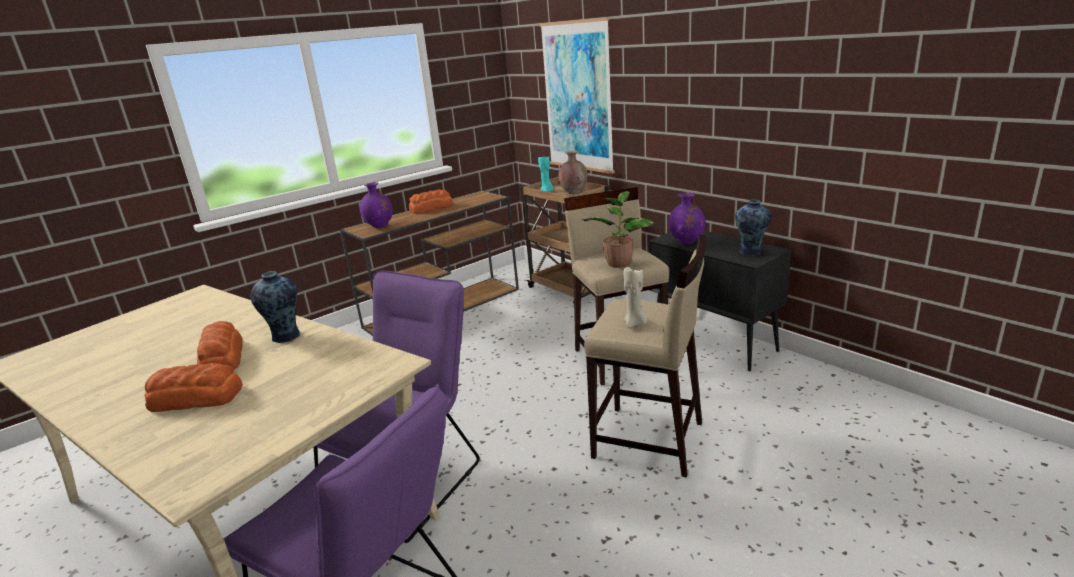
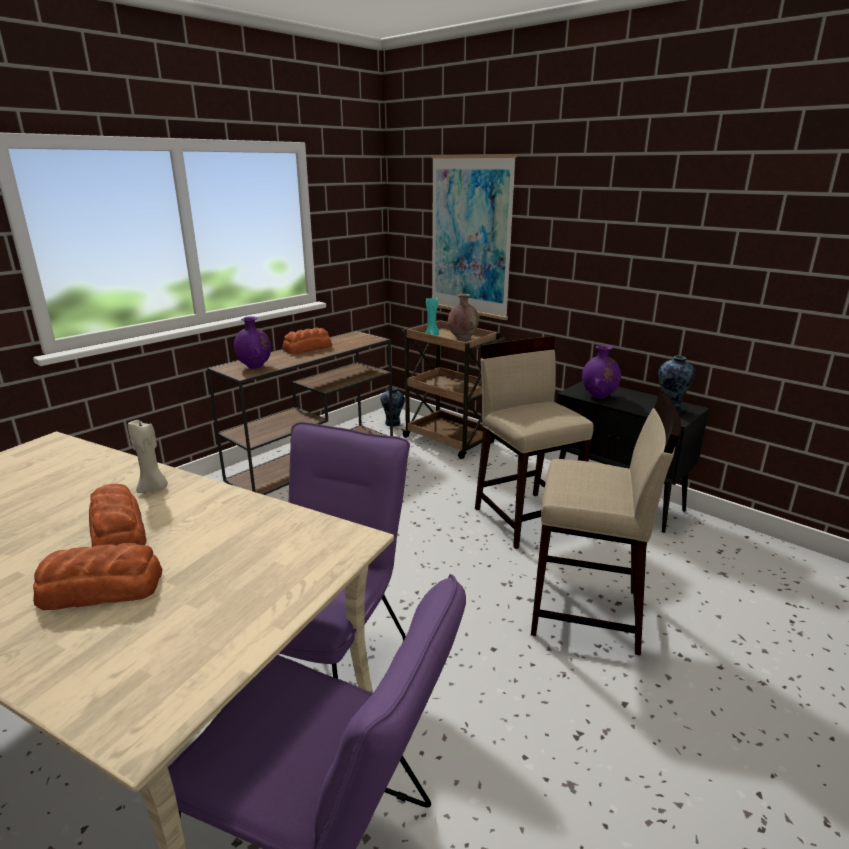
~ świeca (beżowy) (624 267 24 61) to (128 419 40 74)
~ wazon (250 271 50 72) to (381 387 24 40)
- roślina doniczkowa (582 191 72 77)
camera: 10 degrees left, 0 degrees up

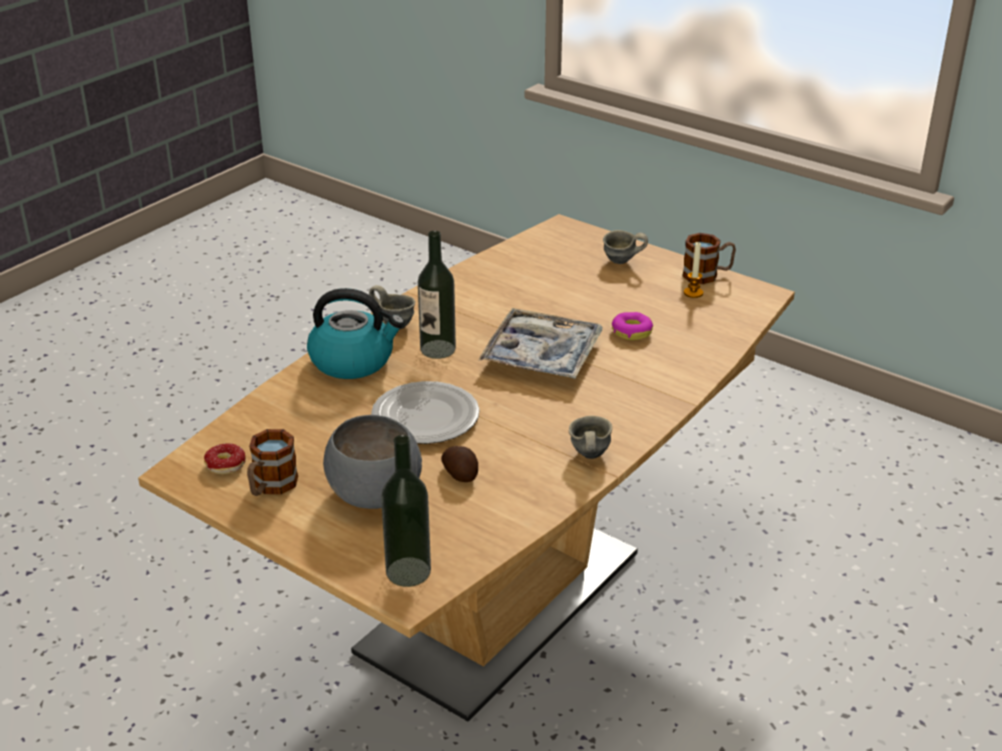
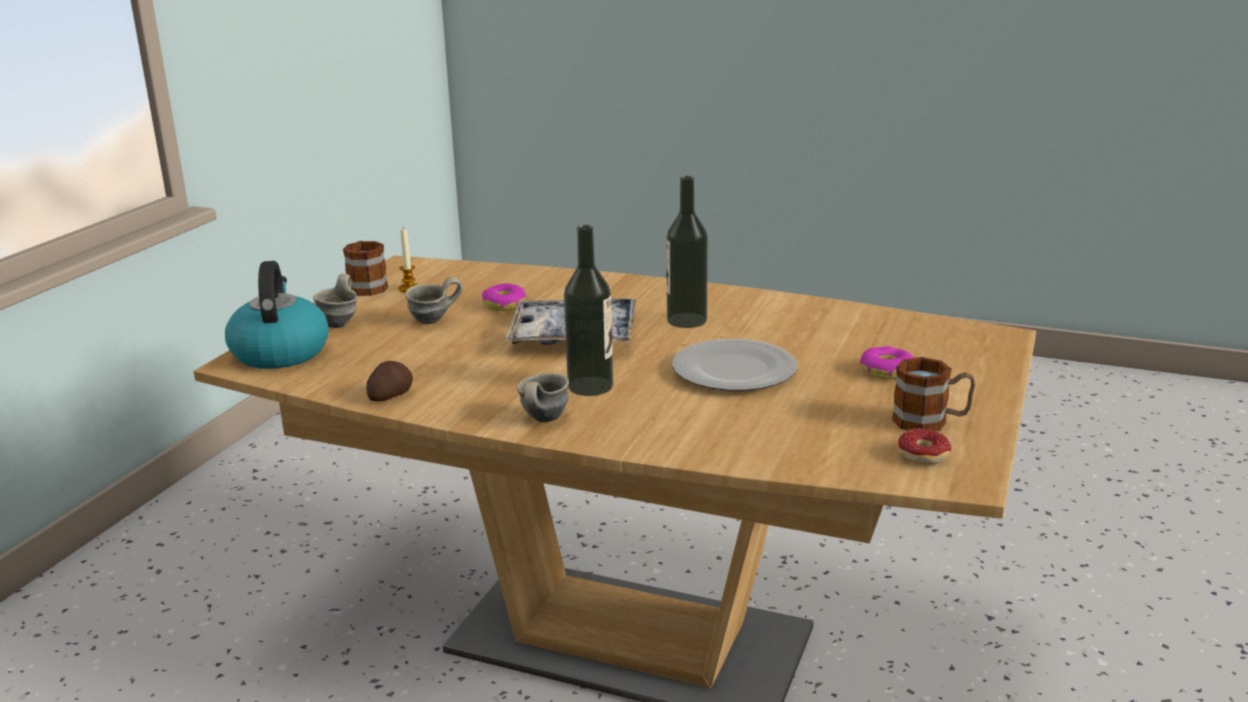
~ czajnik (307 288 97 91) to (225 261 104 108)
~ ziemniak (441 446 37 36) to (367 361 46 41)
~ kubek (szary) (569 416 43 43) to (405 277 58 47)
~ butelka (381 435 50 152) to (666 176 42 152)
~ miska (szary) (323 415 99 94) to donut (860 346 54 33)
camera: 105 degrees left, 10 degrees down

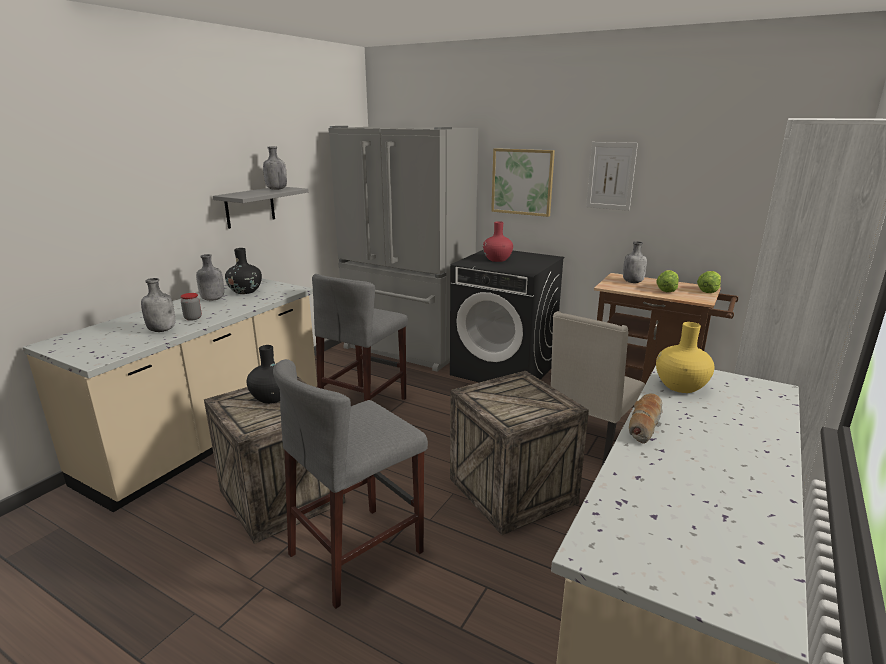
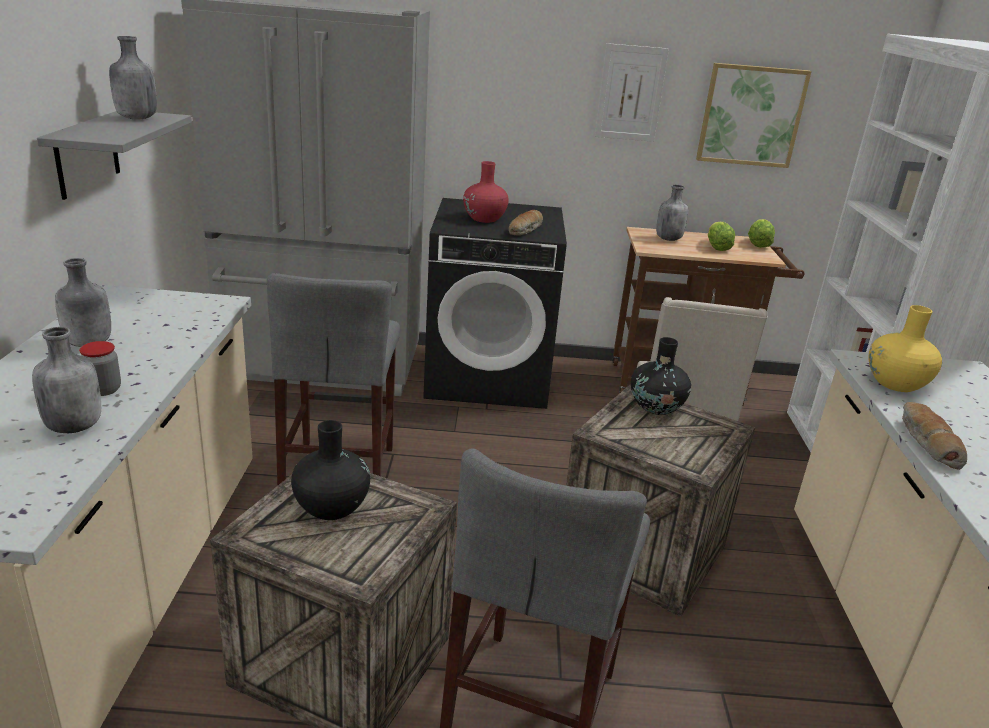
+ chleb (509 210 34 26)
~ wazon (czarny) (225 248 37 46) to (631 337 60 78)
~ obraz (491 148 64 69) to (696 63 116 105)
camera: 30 degrees left, 5 degrees up

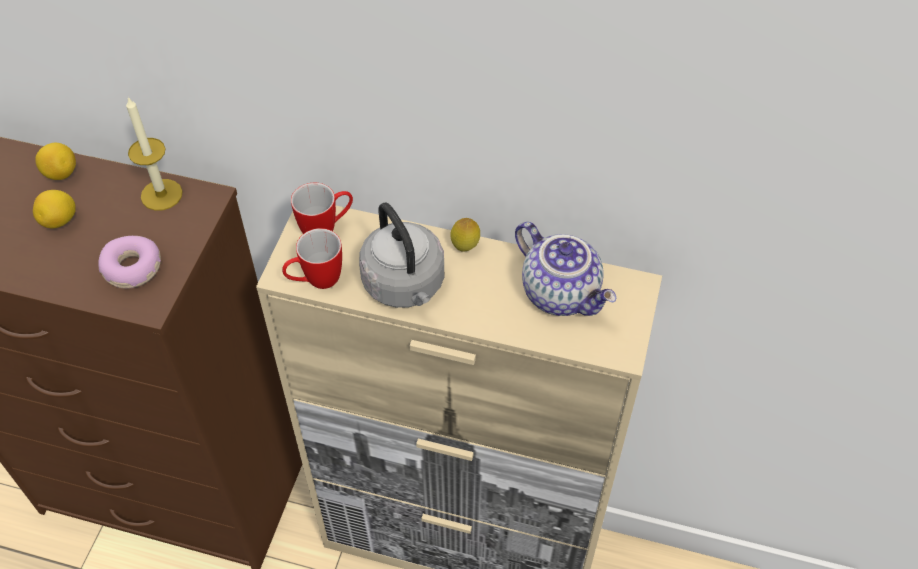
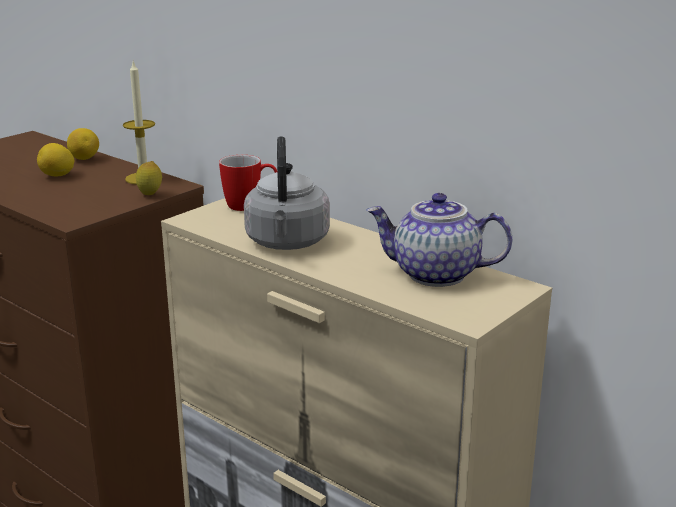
~ cytryna (450 218 30 34) to (136 161 26 34)
~ imbryk (515 222 101 94) = (366 193 146 94) 120 degrees clockwise
- donut (98 236 63 53)
- kubek (282 228 60 61)
camera: 25 degrees right, 30 degrees down

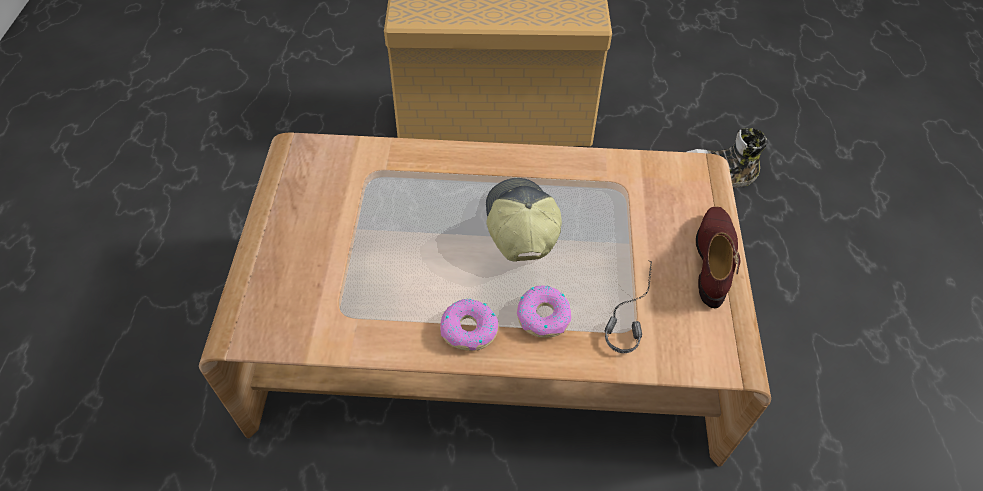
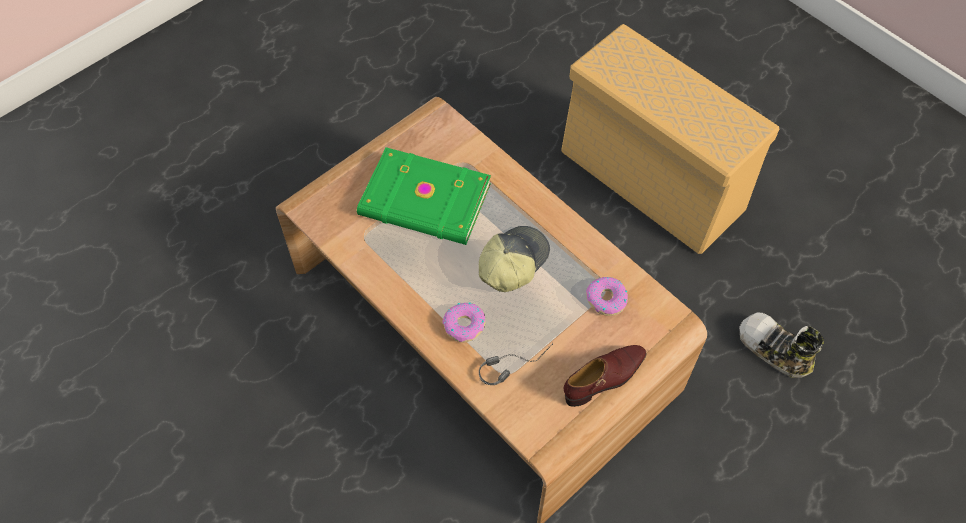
+ książka (zielony) (357 147 134 98)
~ donut (440 299 59 52) to (586 277 42 39)
camera: 45 degrees right, 5 degrees up

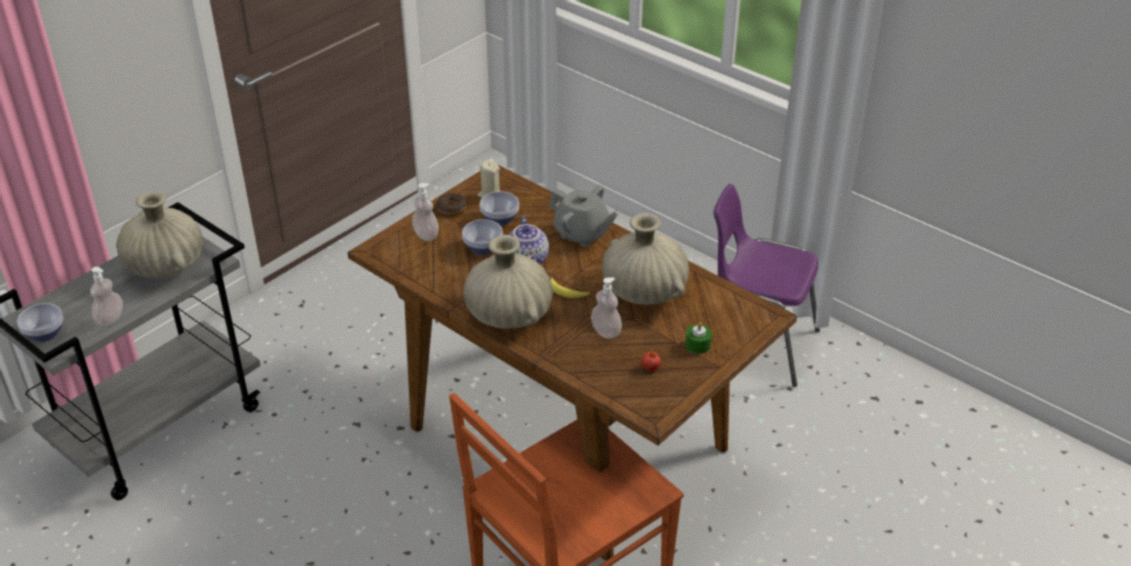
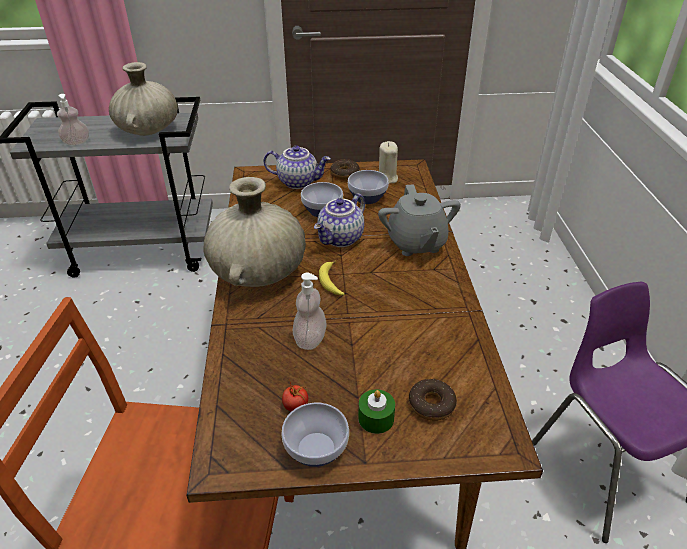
~ dozownik mydła (412 183 27 58) to imbryk (264 145 67 44)
~ miska (17 303 47 39) to (281 403 68 64)
+ donut (409 379 48 42)
- wazon (beżowy) (602 213 87 92)
camera: 45 degrees right, 0 degrees up

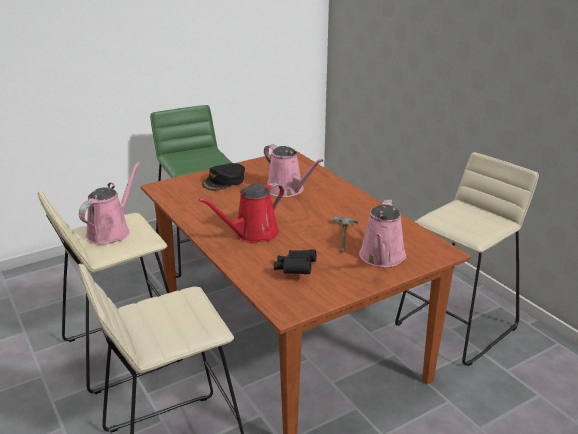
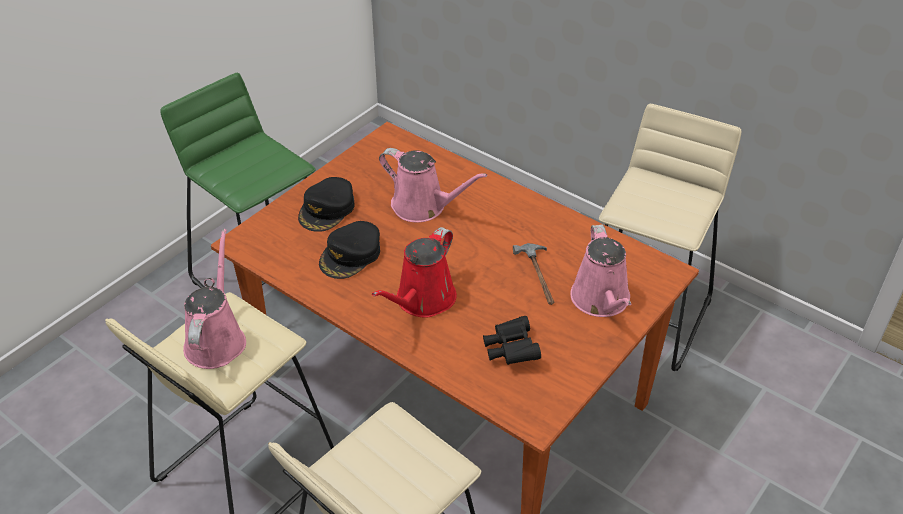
+ czapka z daszkiem (czarny) (319 221 61 58)
camera: 20 degrees left, 15 degrees up

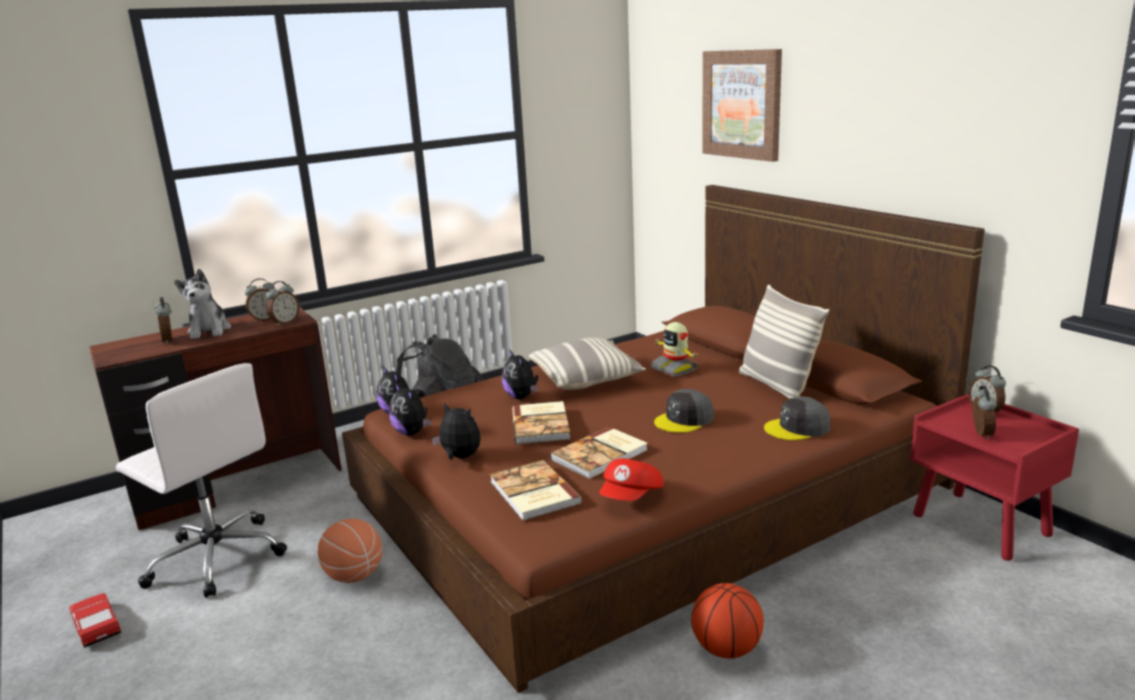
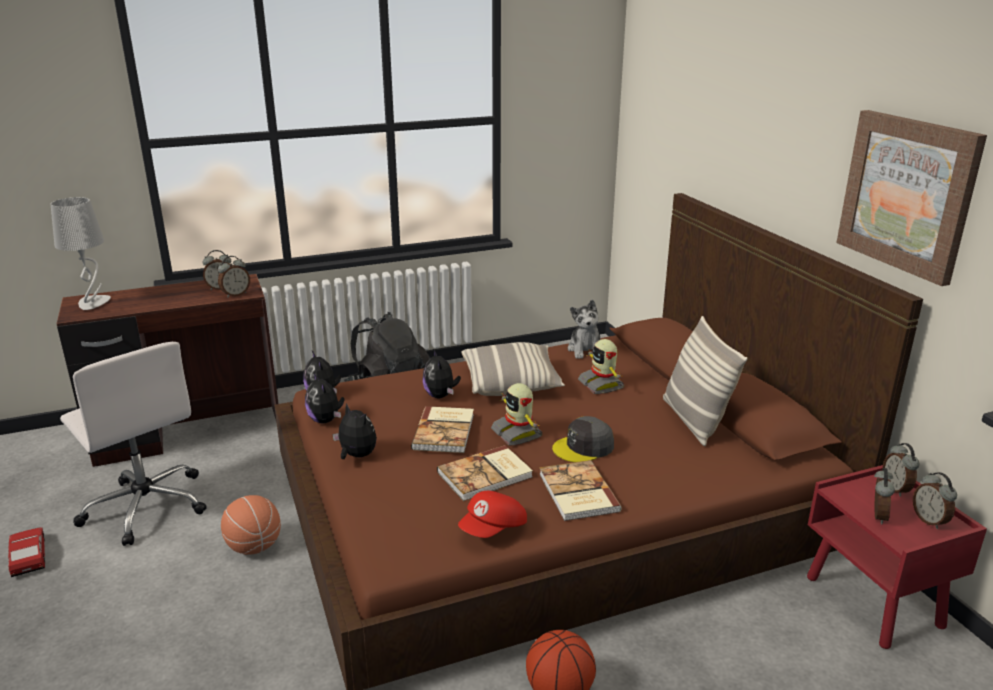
+ lampa stołowa (szary) (51 197 60 113)
+ robot zabawkowy (491 383 51 62)
~ książka (490 460 92 61) to (539 460 83 61)
~ pluszak (174 269 57 70) to (568 299 33 60)
~ obraz (702 49 80 113) to (836 110 151 176)
~ budzik (154 297 18 47) to (913 472 44 57)
- czapka z daszkiem (szary) (764 396 66 45)
camera: 10 degrees right, 5 degrees up

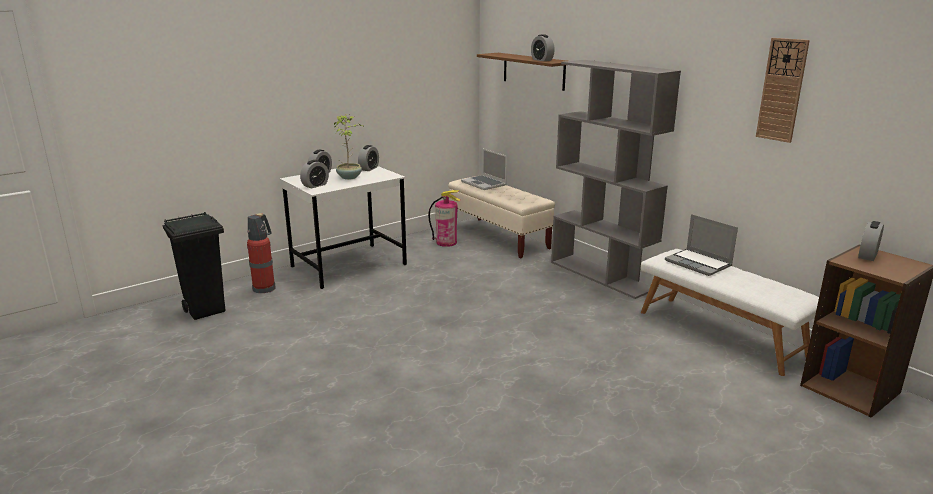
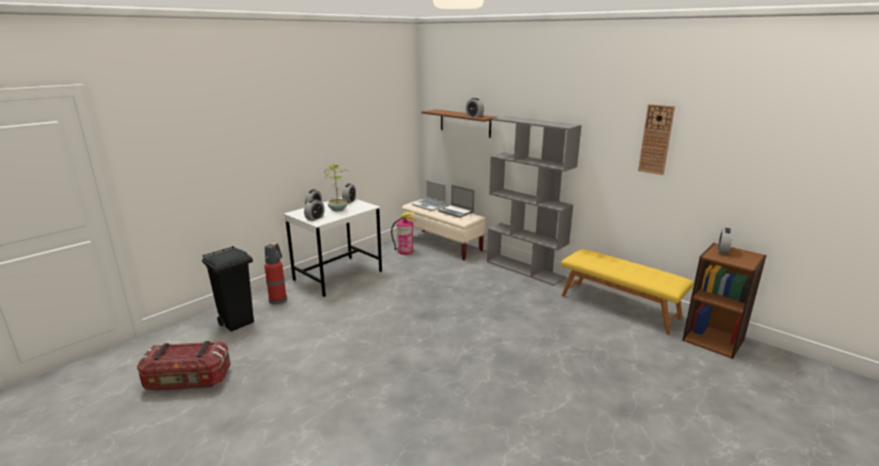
+ pojemnik do przechowywania (137 341 93 50)
~ laptop (665 214 73 62) to (438 185 36 33)
~ ławka (biały) (641 249 178 127) to ławka (żółty) (561 249 132 86)
camera: 10 degrees left, 0 degrees up

